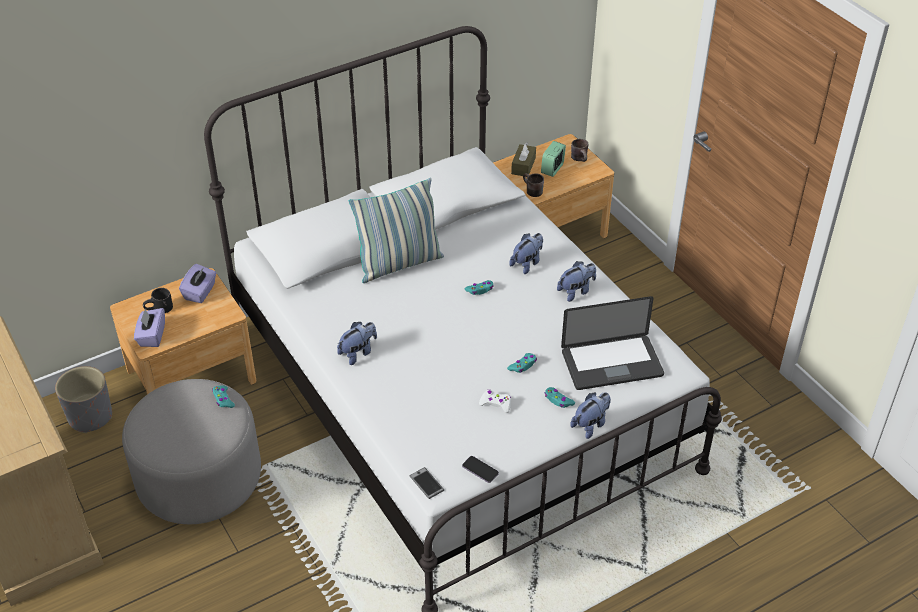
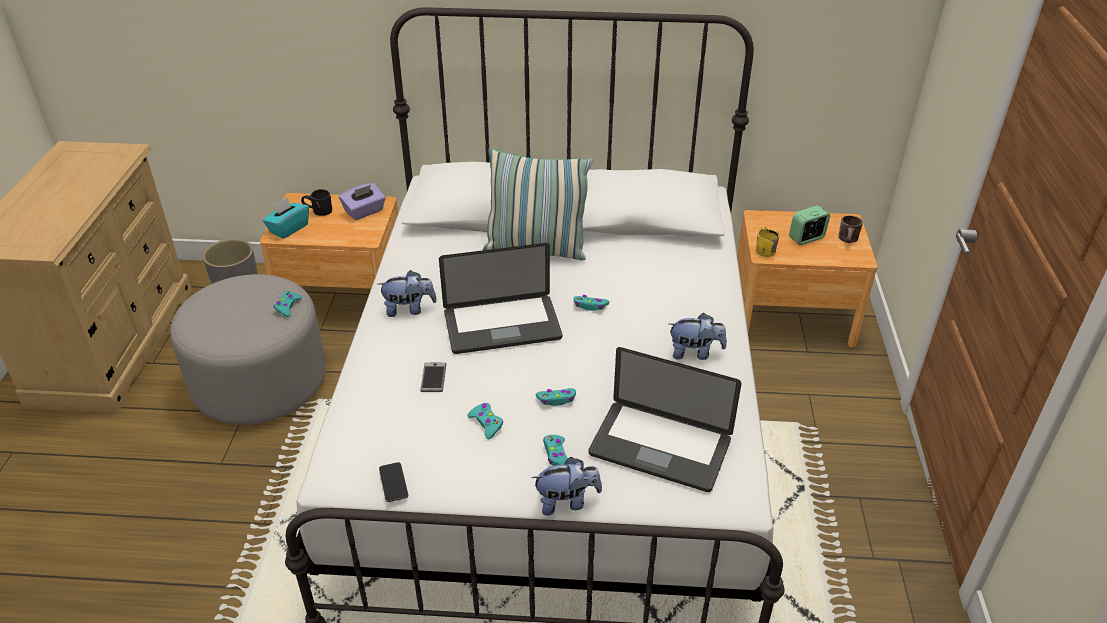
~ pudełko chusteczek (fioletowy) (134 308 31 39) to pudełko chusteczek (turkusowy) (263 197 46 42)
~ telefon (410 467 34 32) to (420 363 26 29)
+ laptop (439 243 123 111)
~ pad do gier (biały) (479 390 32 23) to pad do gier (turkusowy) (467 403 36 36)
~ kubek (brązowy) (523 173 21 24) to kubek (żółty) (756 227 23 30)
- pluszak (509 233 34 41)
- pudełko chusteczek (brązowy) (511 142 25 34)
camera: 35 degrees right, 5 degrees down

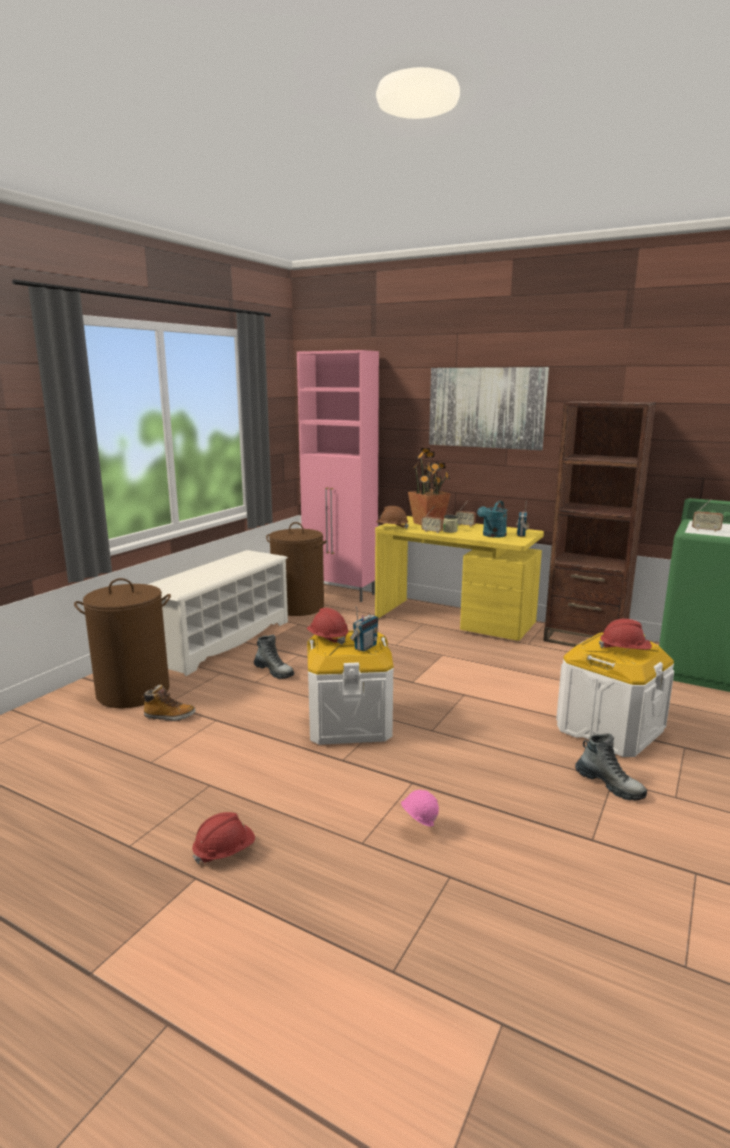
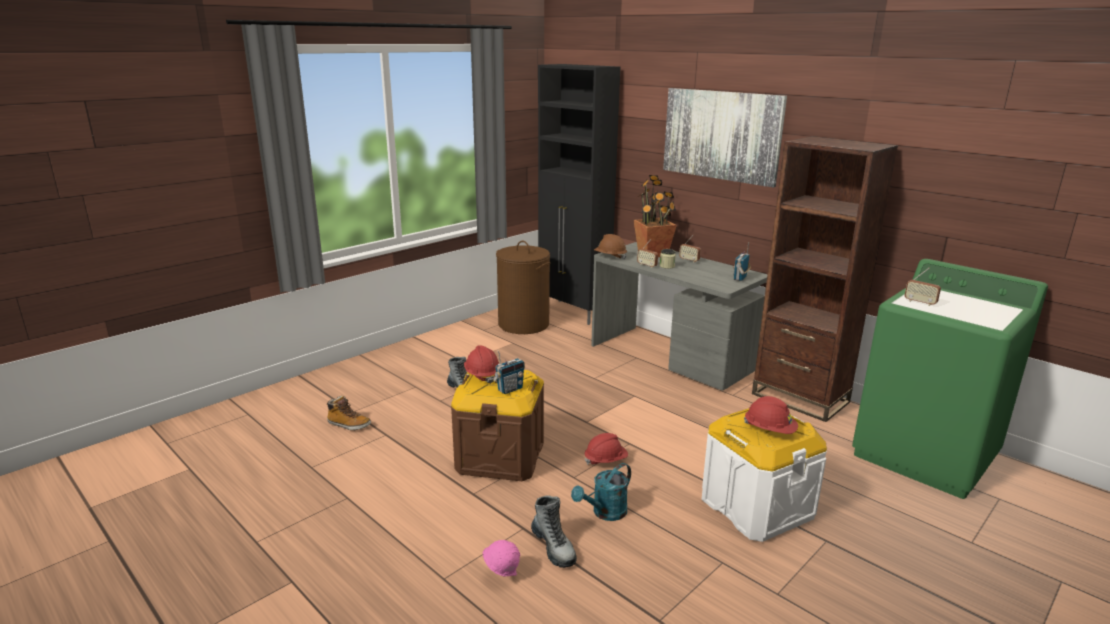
~ pojemnik do przechowywania (biały) (307 630 87 115) to pojemnik do przechowywania (brązowy) (451 370 93 111)
~ but z cholewką (575 733 72 68) to (531 495 46 73)
~ szafka (różowy) (297 350 82 252) to szafka (czarny) (538 64 82 261)
~ konewka (turkusowy) (477 501 30 37) to (571 463 60 58)
~ kask (czerwony) (192 812 63 52) to (585 433 43 32)
~ biurko (żółty) (375 516 169 125) to biurko (szary) (591 242 176 149)
- kosz na pranie (brązowy) (74 578 97 130)
- regał na buty (biały) (147 550 141 126)
camera: 15 degrees right, 5 degrees up

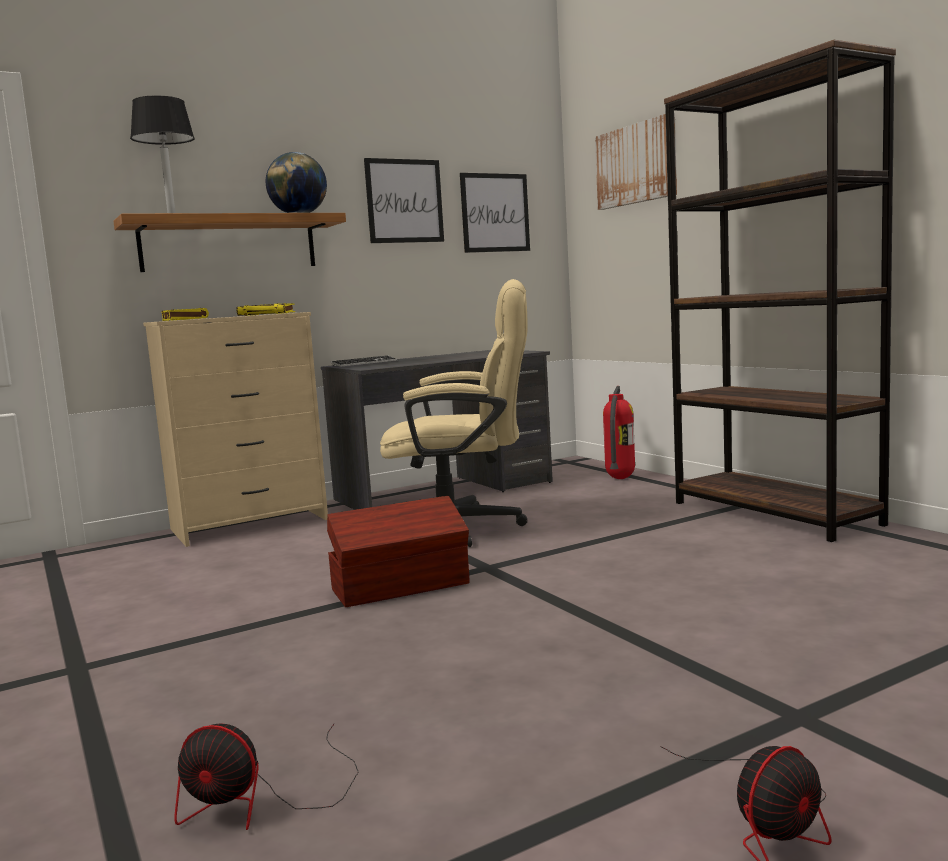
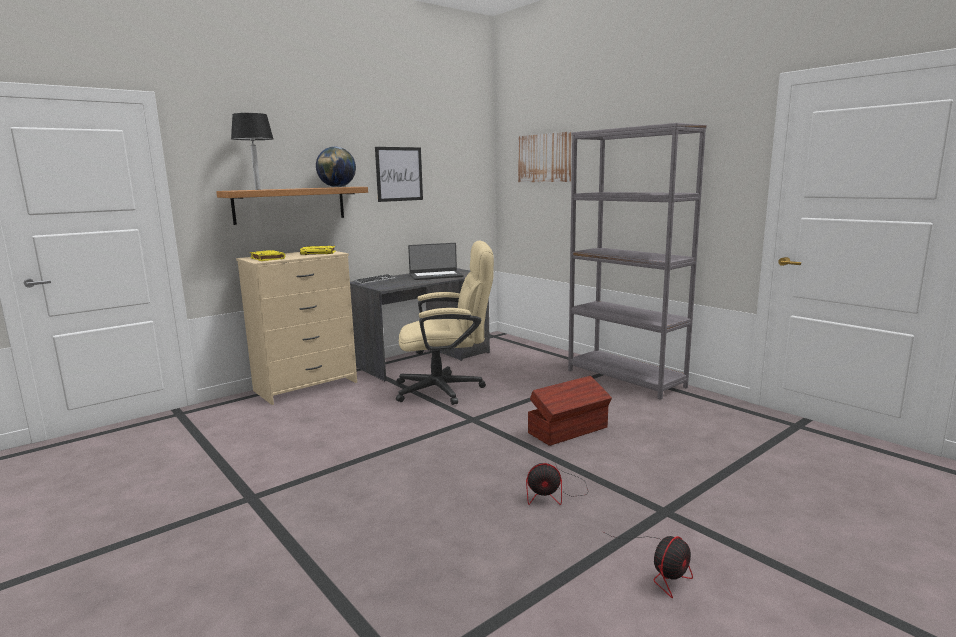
+ laptop (408 243 56 37)
~ wentylator (174 724 185 106) to (526 463 62 42)
~ pojemnik do przechowywania (brązowy) (327 496 143 111) to (528 376 84 70)
~ regał (brązowy) (664 40 232 502) to regał (szary) (568 123 139 277)
- obraz (460 173 70 80)
- gaśnica (603 386 32 93)
camera: 10 degrees left, 5 degrees up

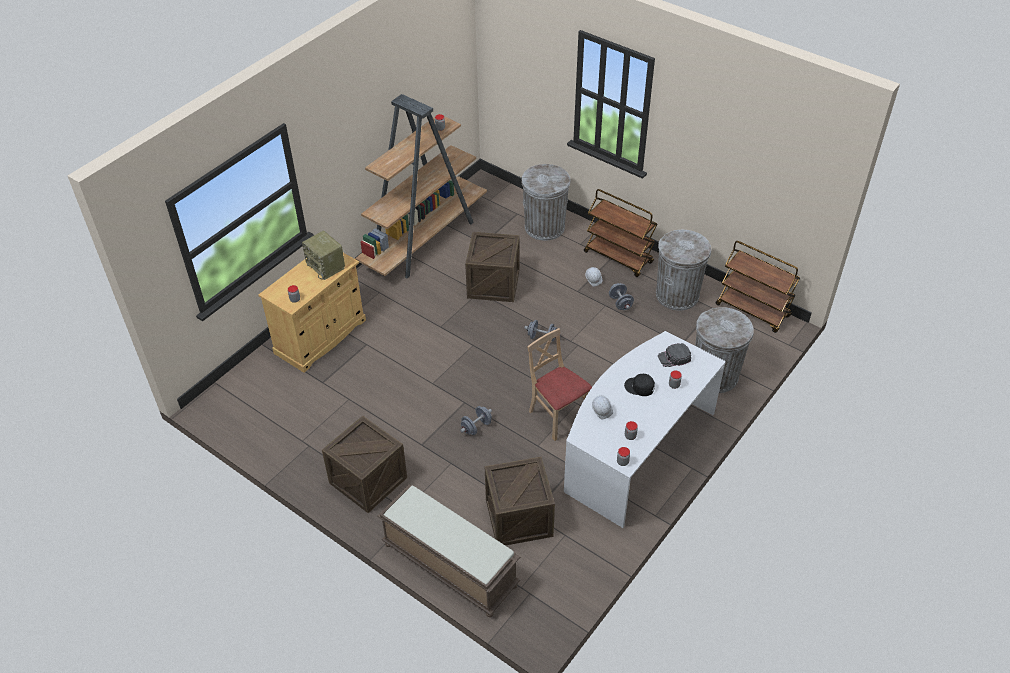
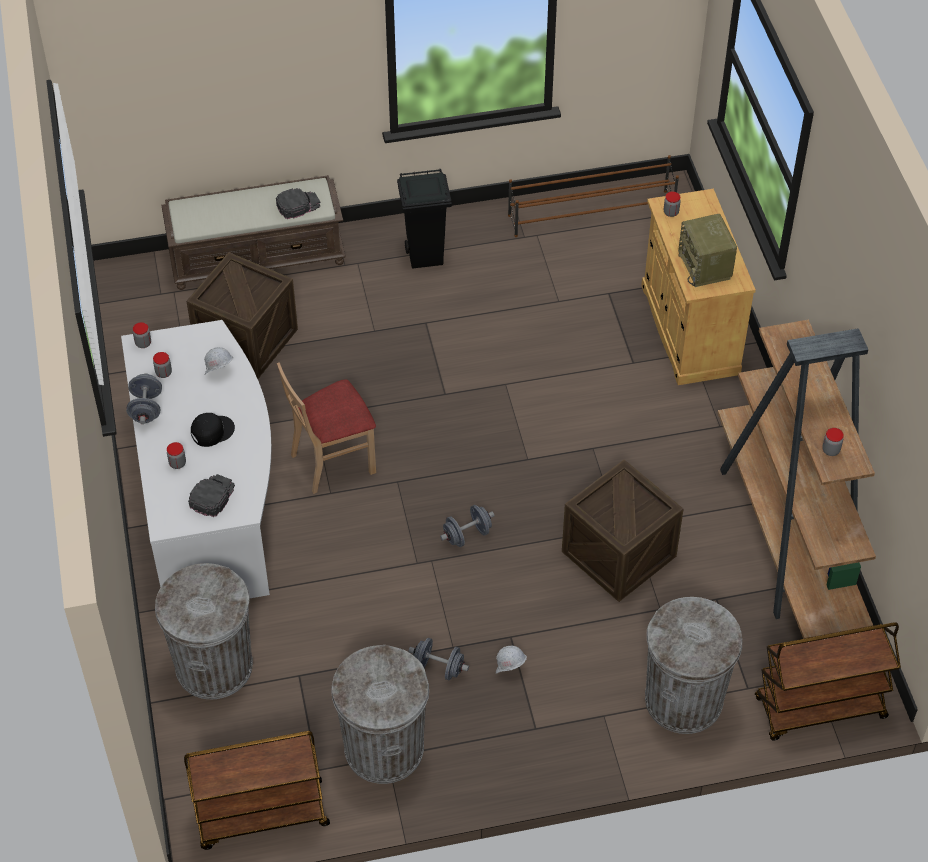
~ hantel (szary) (460 406 32 29) to (126 373 36 51)
+ czapka z daszkiem (czarny) (276 188 45 31)
~ krzesło (beżowy) (527 328 65 113) = (277 362 99 132) 150 degrees clockwise
~ skrzynka (322 416 85 97) to kosz na śmieci (czarny) (397 169 55 100)
+ regał na buty (brązowy) (508 155 171 82)
~ radio (302 231 43 49) = (678 214 59 73) 105 degrees counterclockwise
~ wózek (brązowy) (584 189 73 88) to (755 622 146 119)
camera: 130 degrees right, 5 degrees up

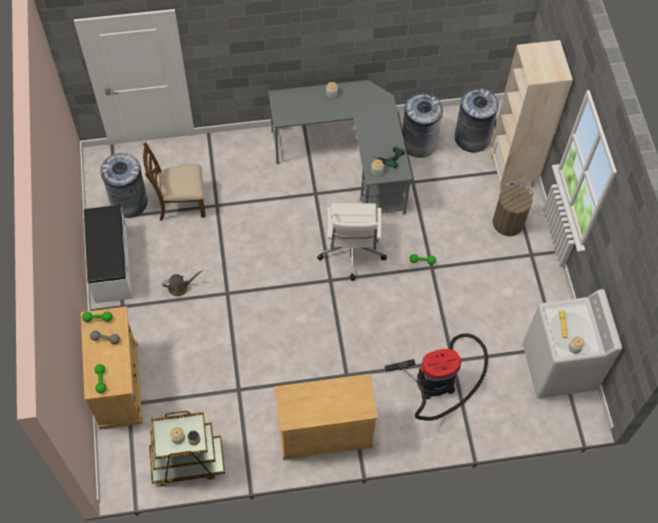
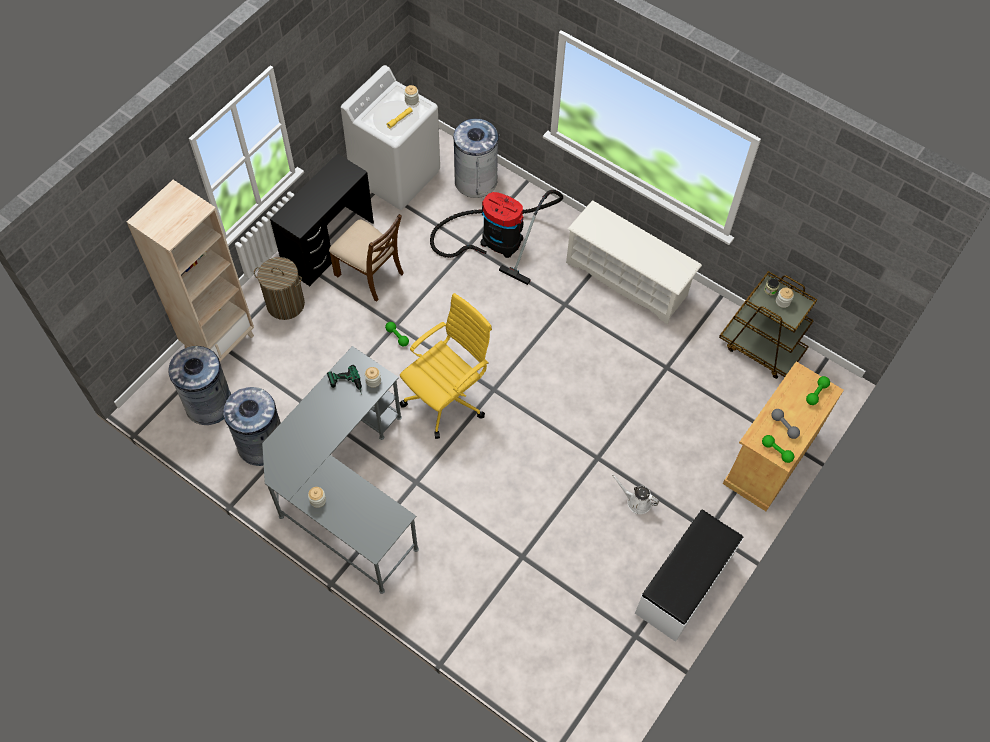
+ biurko (czarny) (270 153 104 133)
~ krzesło (brązowy) (143 142 63 79) to (329 214 75 88)
~ krzesło biurowe (biały) (317 203 70 78) to krzesło biurowe (żółty) (399 293 93 146)
~ kosz na śmieci (szary) (100 153 48 65) to (453 118 46 80)
~ szafka (beżowy) (275 374 103 86) to regał na buty (biały) (566 201 136 123)
~ konewka (brązowy) (162 270 41 27) to konewka (biały) (612 474 47 40)
camera: 135 degrees left, 0 degrees up

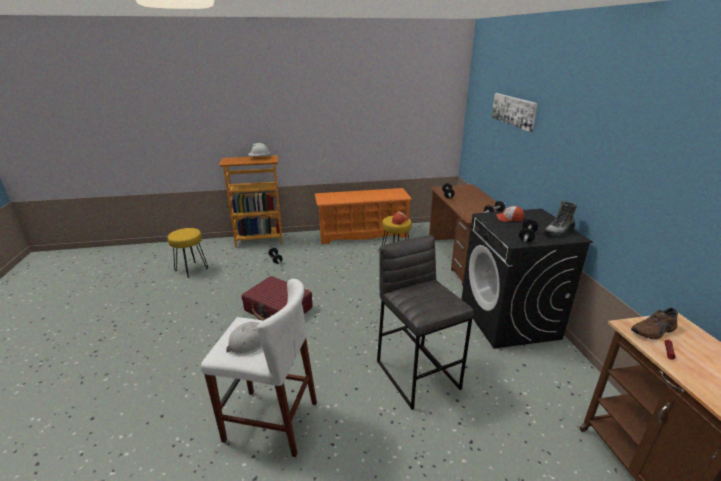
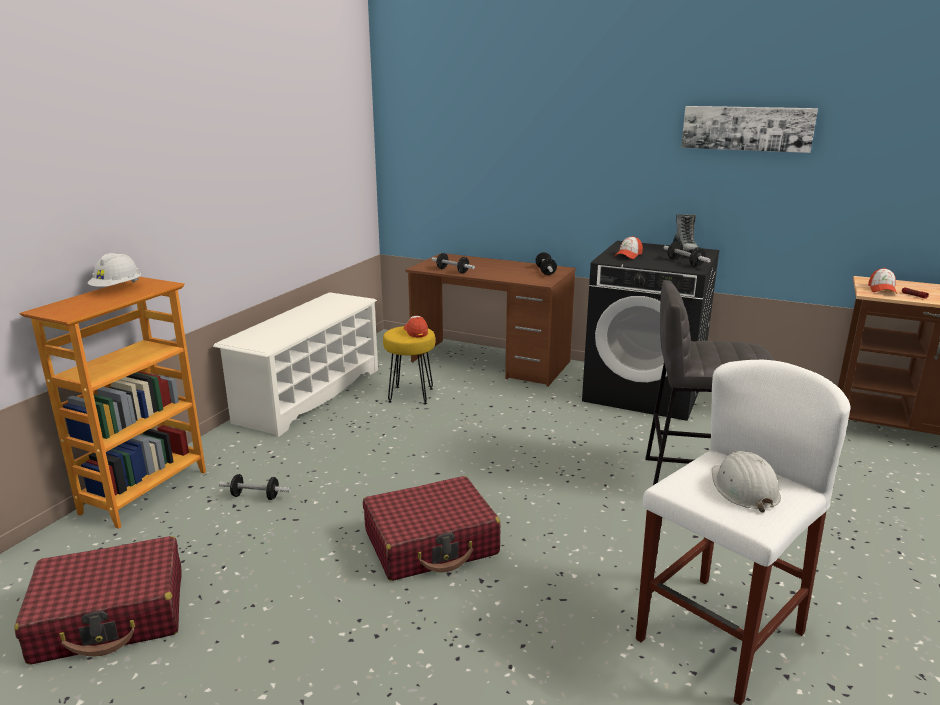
~ stołek (żółty) (168 228 40 50) to walizka (czerwony) (14 536 168 129)
~ regał na buty (pomarańczowy) (315 188 97 56) to regał na buty (biały) (213 292 165 145)
~ obraz (491 93 47 39) to (681 106 137 47)
~ but (brązowy) (631 308 47 31) to czapka z daszkiem (868 268 29 26)
camera: 55 degrees left, 5 degrees down

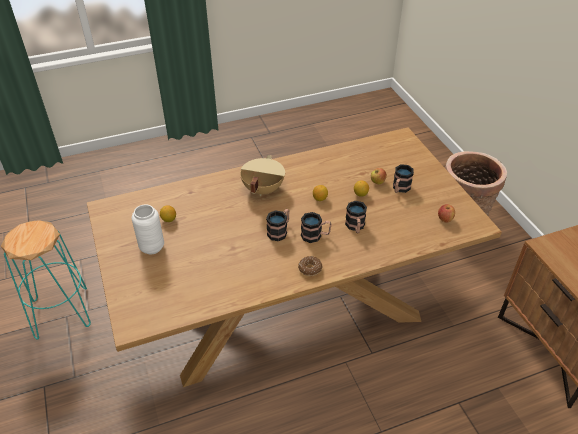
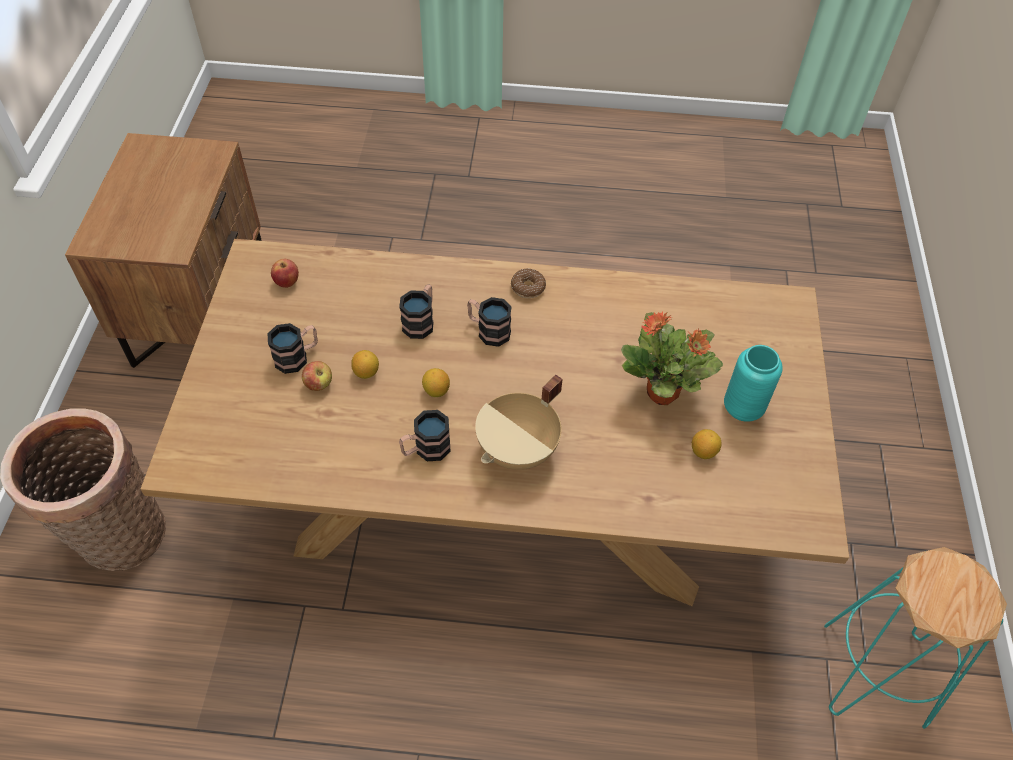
~ kubek (266 209 23 32) to (399 410 52 51)
+ roślina doniczkowa (621 312 102 93)
~ wazon (biały) (132 204 32 51) to wazon (turkusowy) (724 345 59 76)
camera: 155 degrees left, 10 degrees up

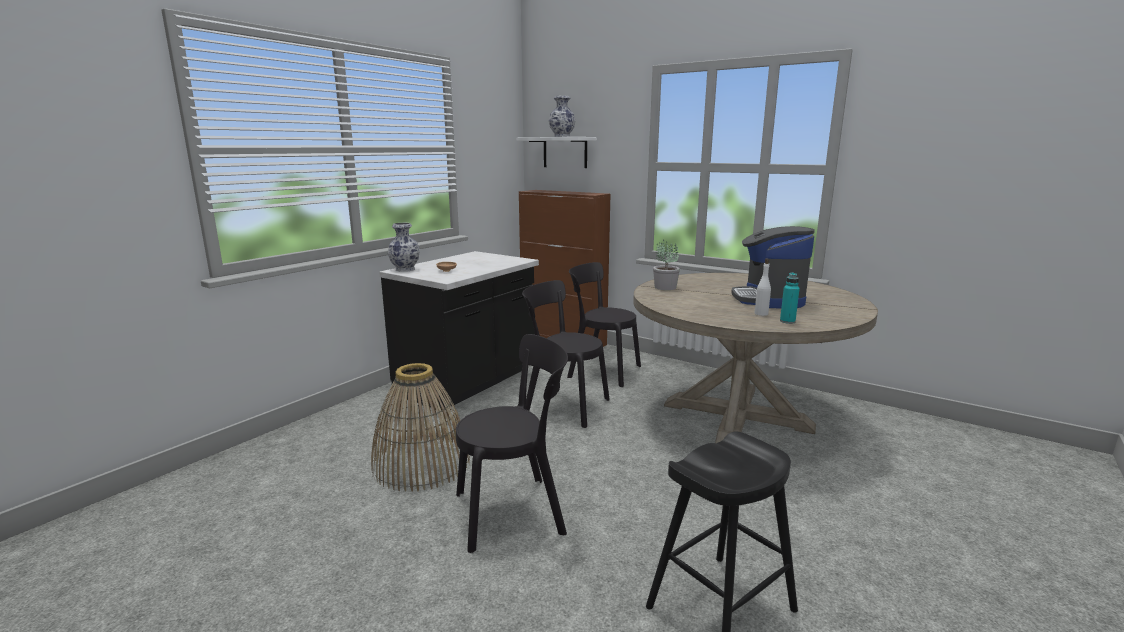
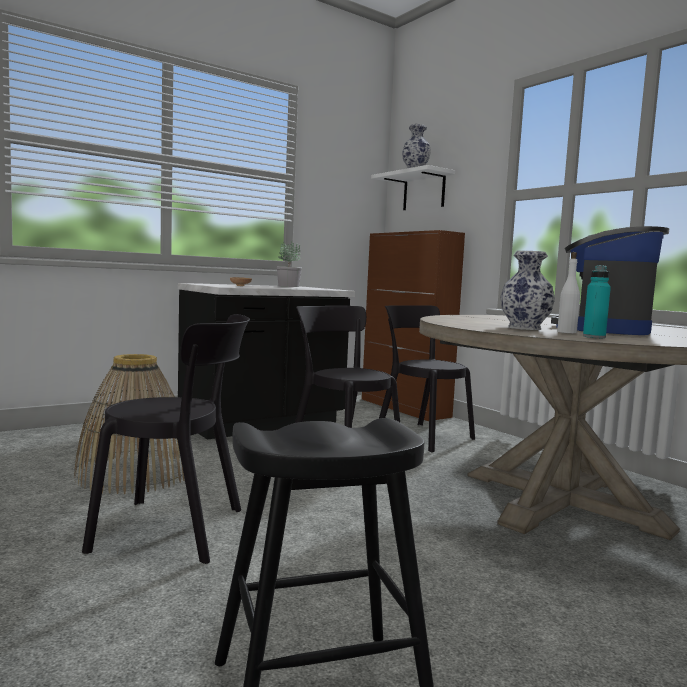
~ roślina doniczkowa (653 239 27 51) to (277 241 25 46)
~ wazon (388 223 32 49) to (500 251 55 79)
camera: 20 degrees right, 10 degrees down

